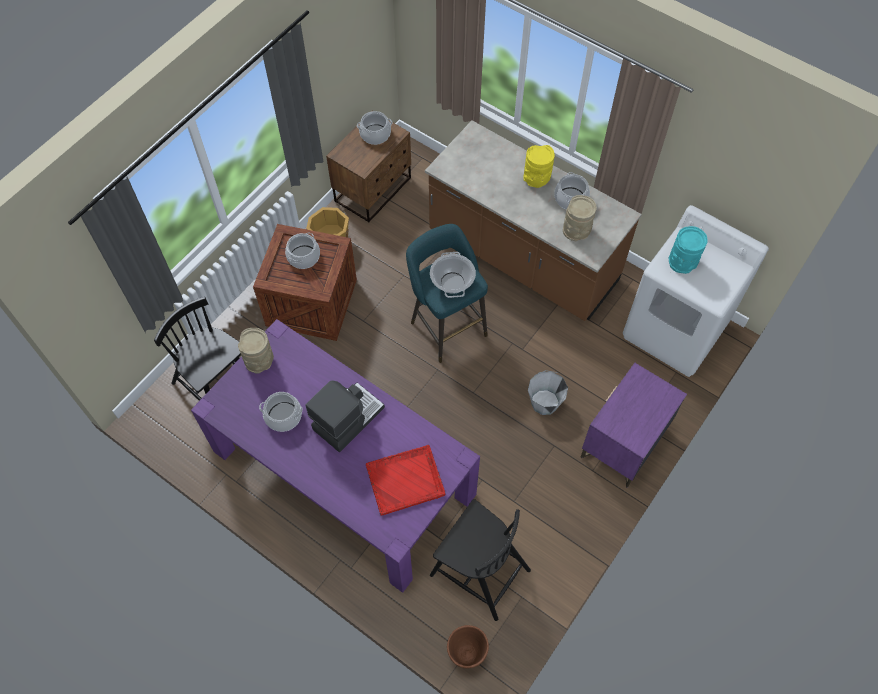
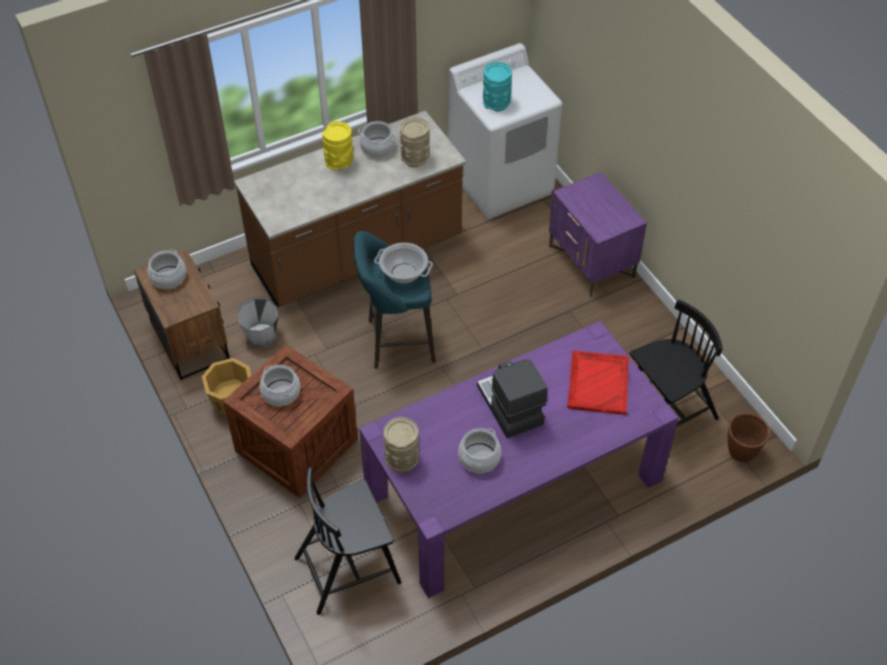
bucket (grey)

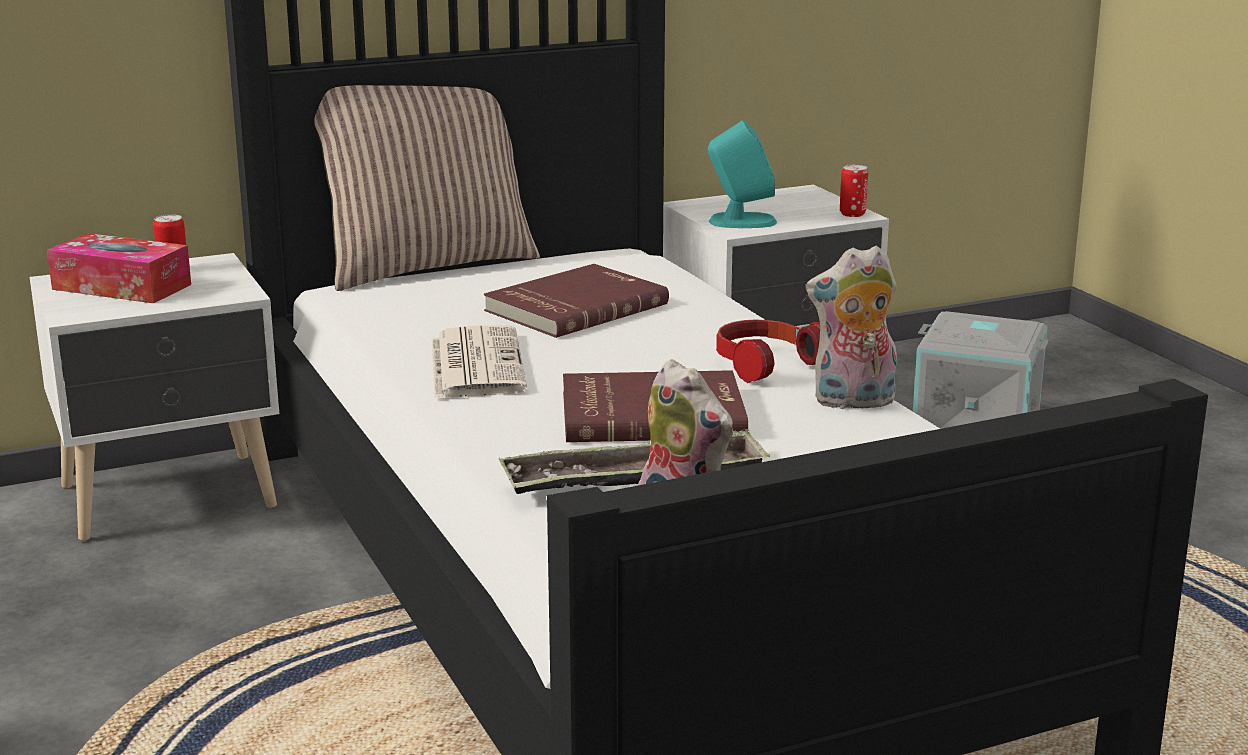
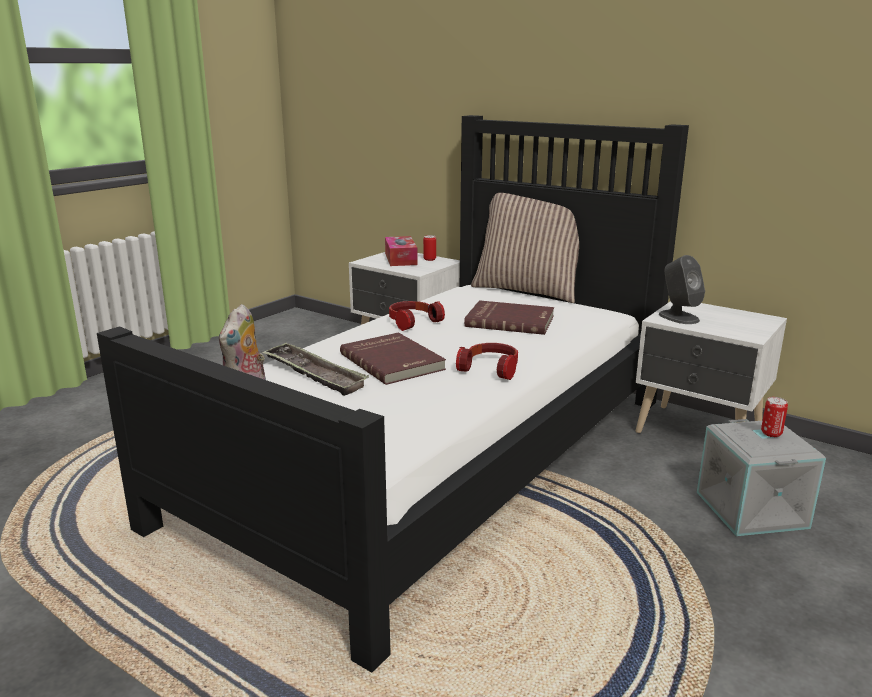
plush toy (no. 2 from left in the first image); can (no. 2 from left); headphones (no. 1 from left); speaker (grey)

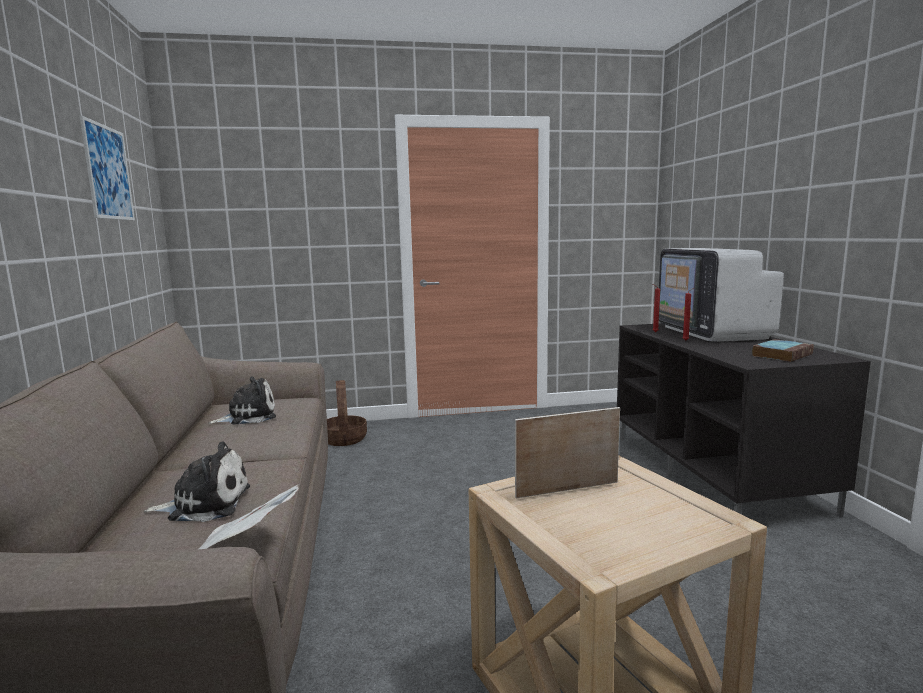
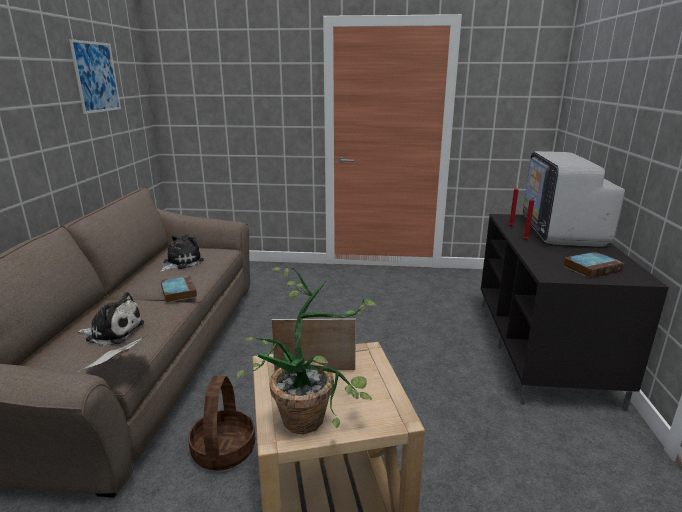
book (no. 1 from left); potted plant; basket; plush toy (no. 2 from left)

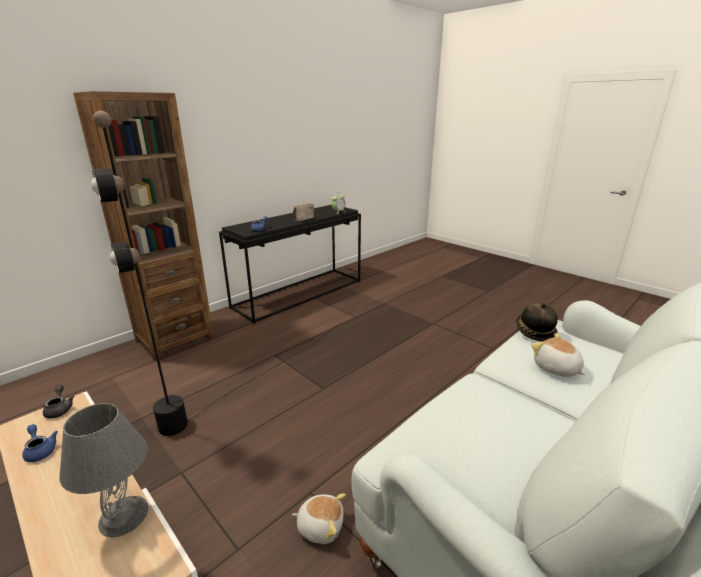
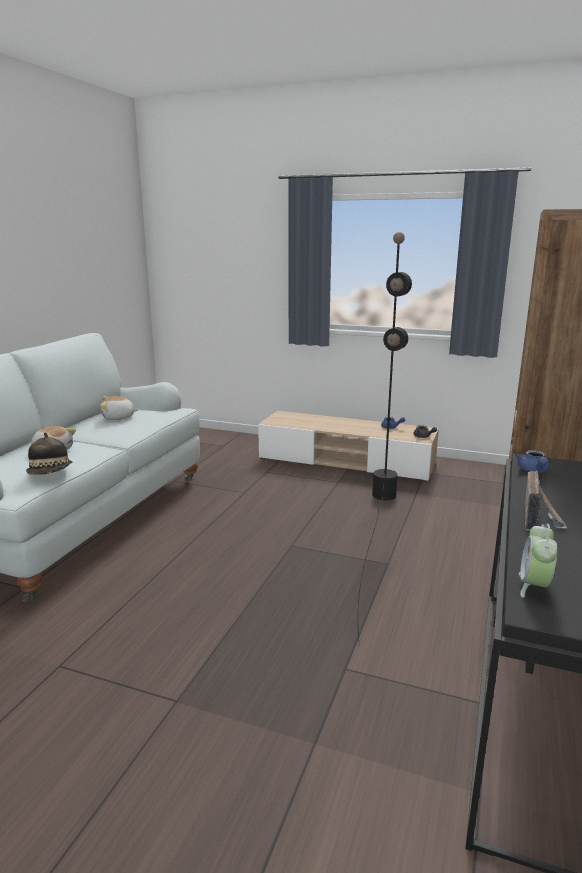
table lamp (grey); plush toy (no. 2 from left)

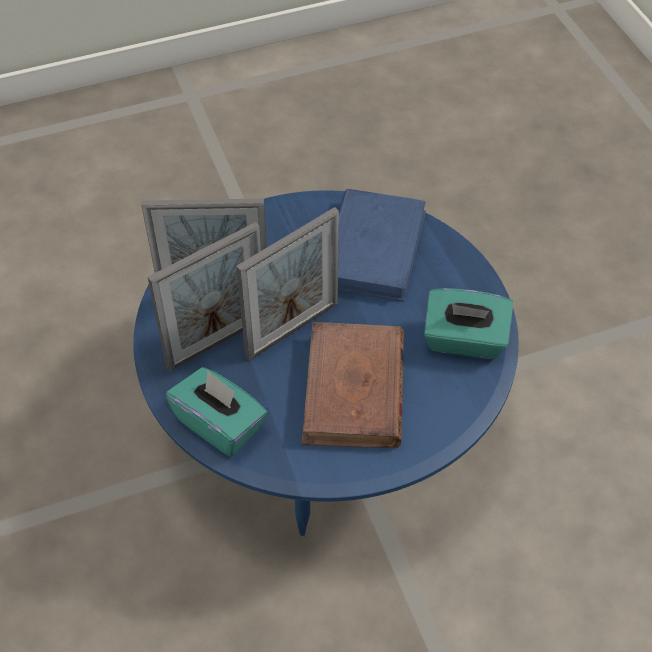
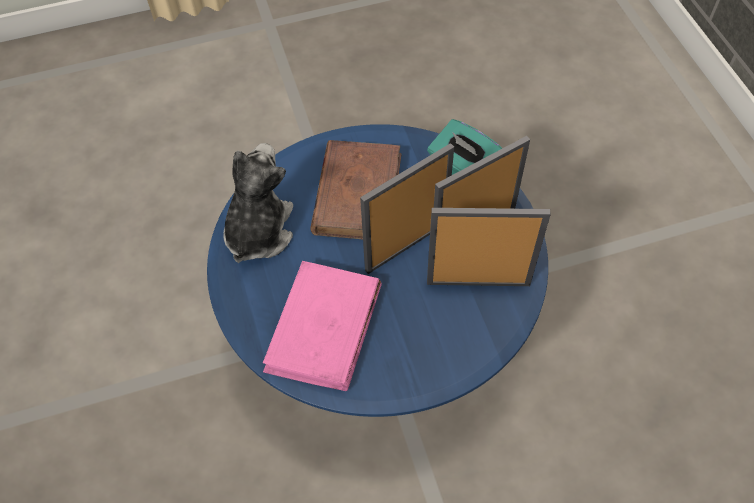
plush toy; book (pink)

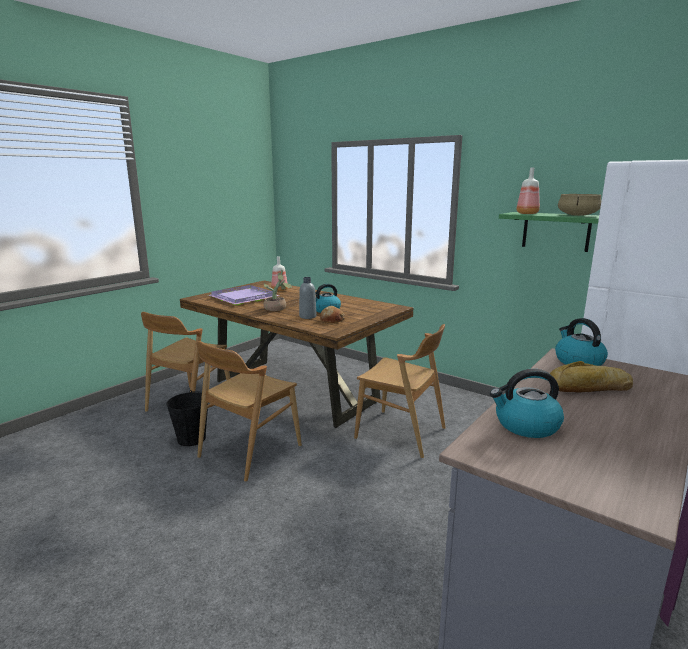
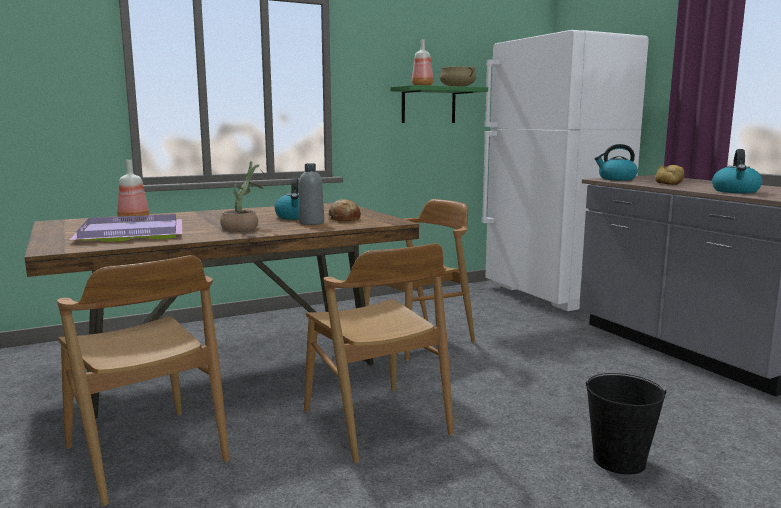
bucket (black)

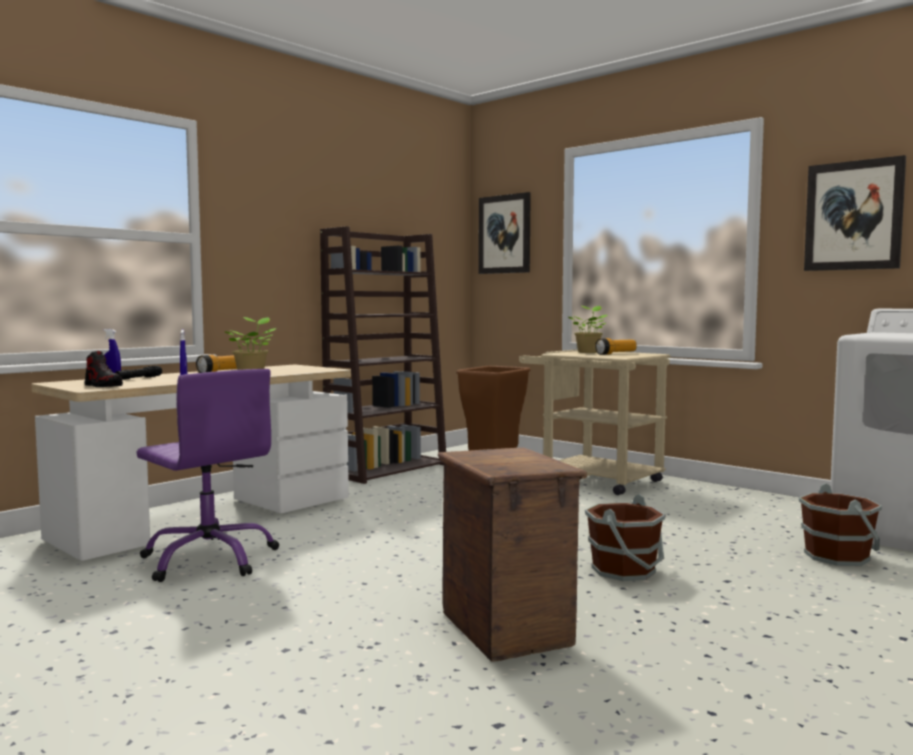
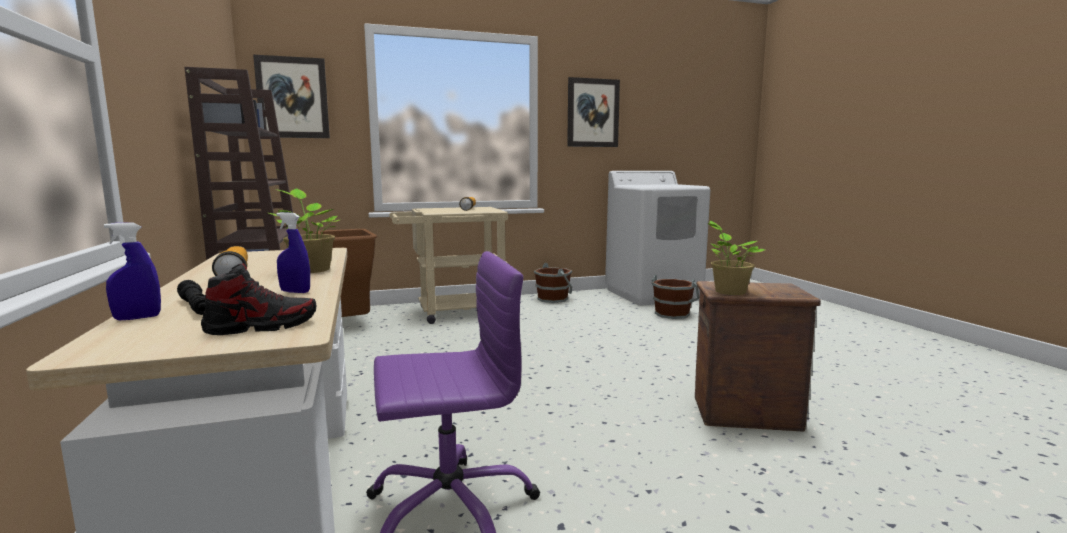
potted plant (no. 2 from left); bucket (brown) (no. 1 from left)

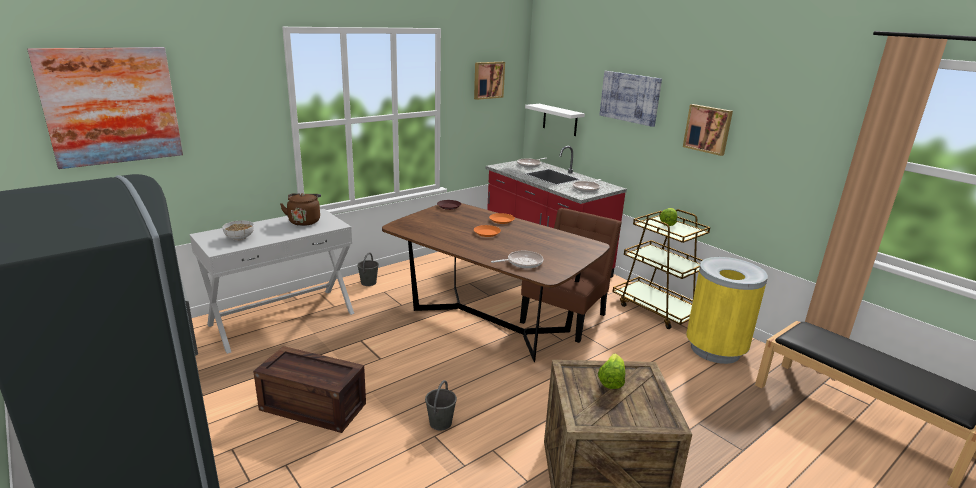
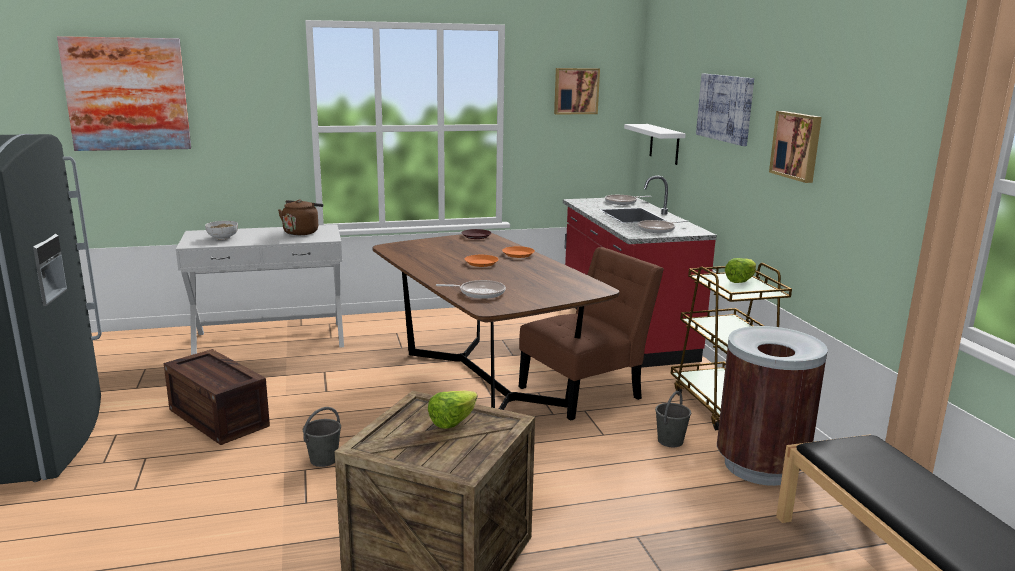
bucket (grey) (no. 2 from left); trash can (brown)

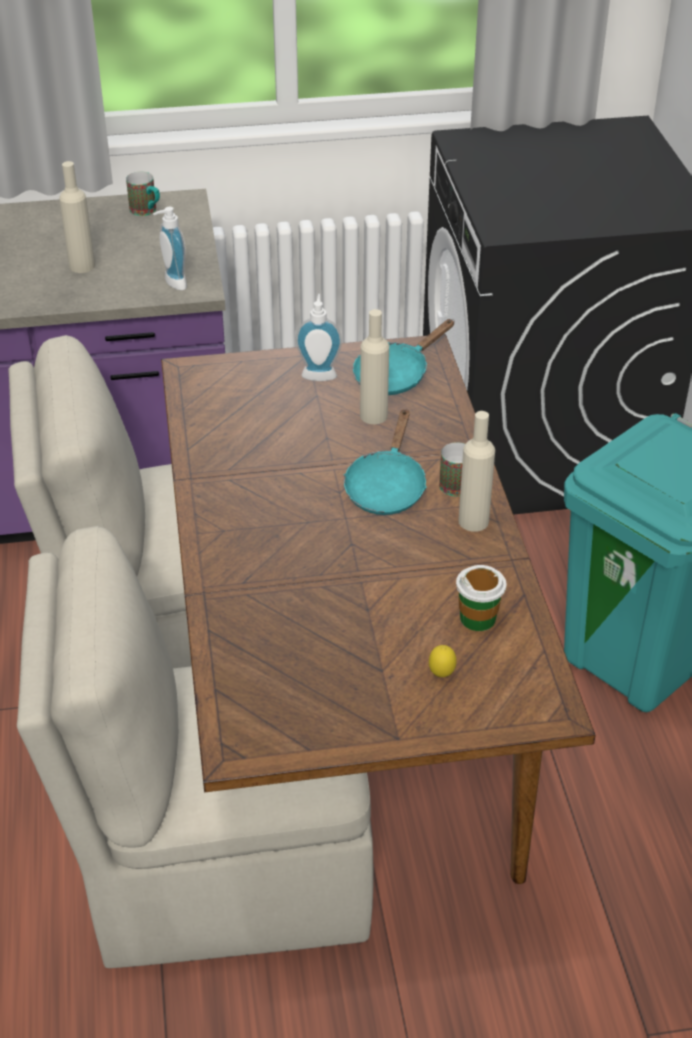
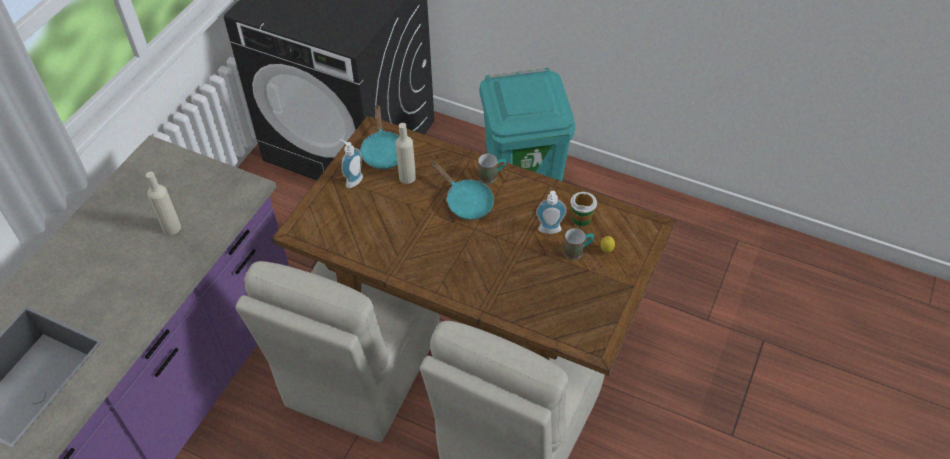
bottle (beige) (no. 3 from left in the first image); mug (no. 2 from left); soap dispenser (no. 2 from left)

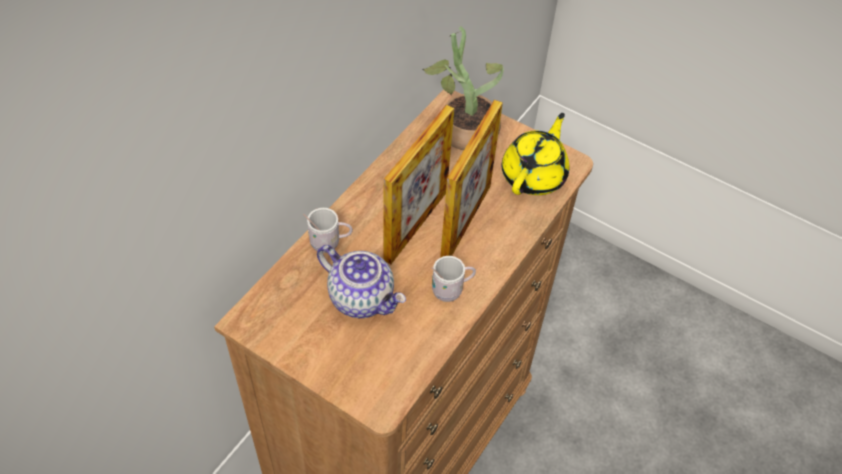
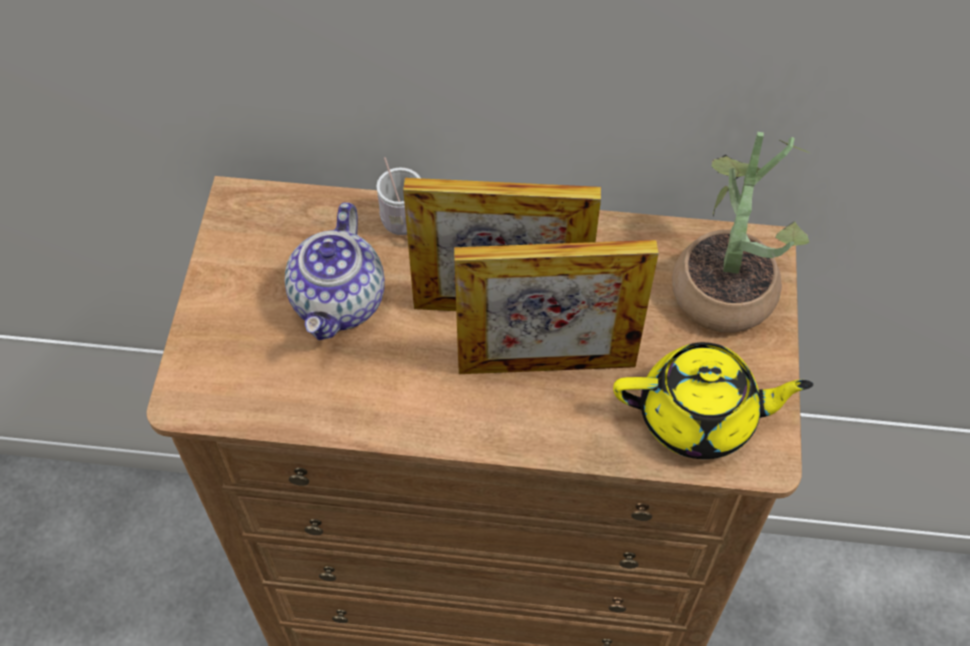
mug (white) (no. 2 from left in the first image)

